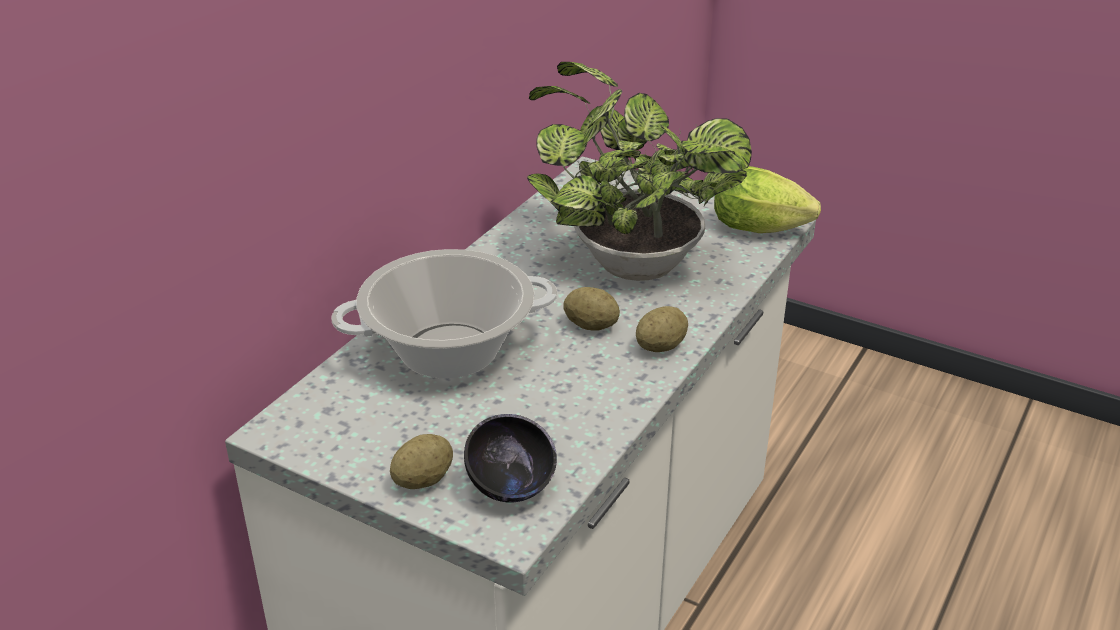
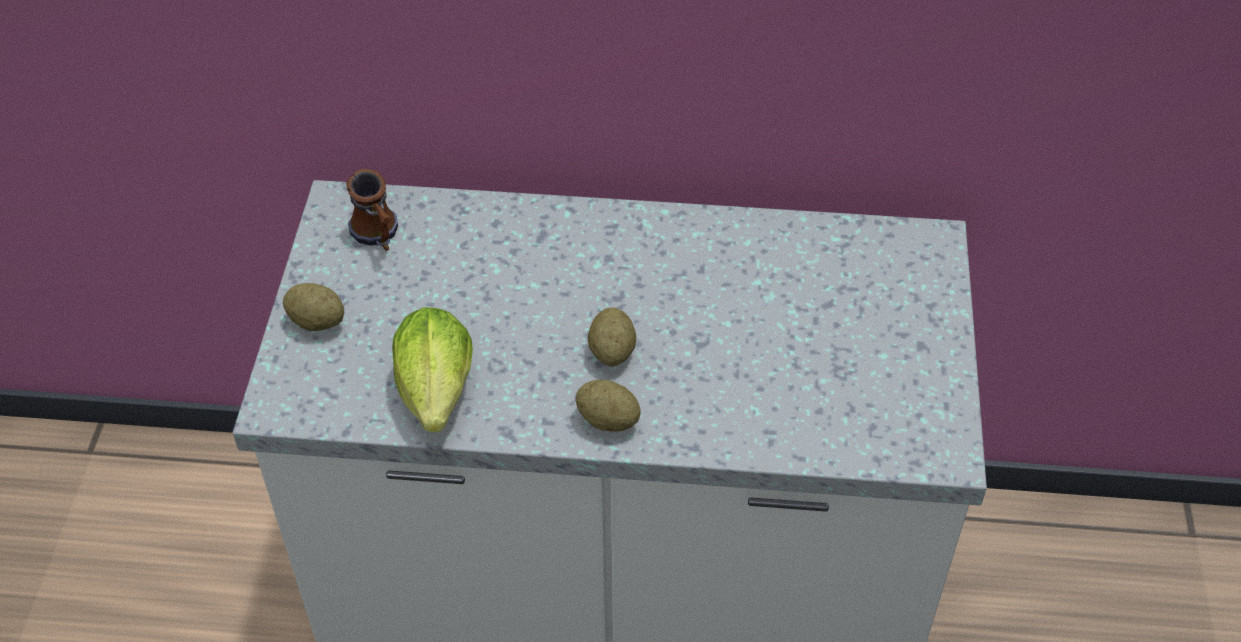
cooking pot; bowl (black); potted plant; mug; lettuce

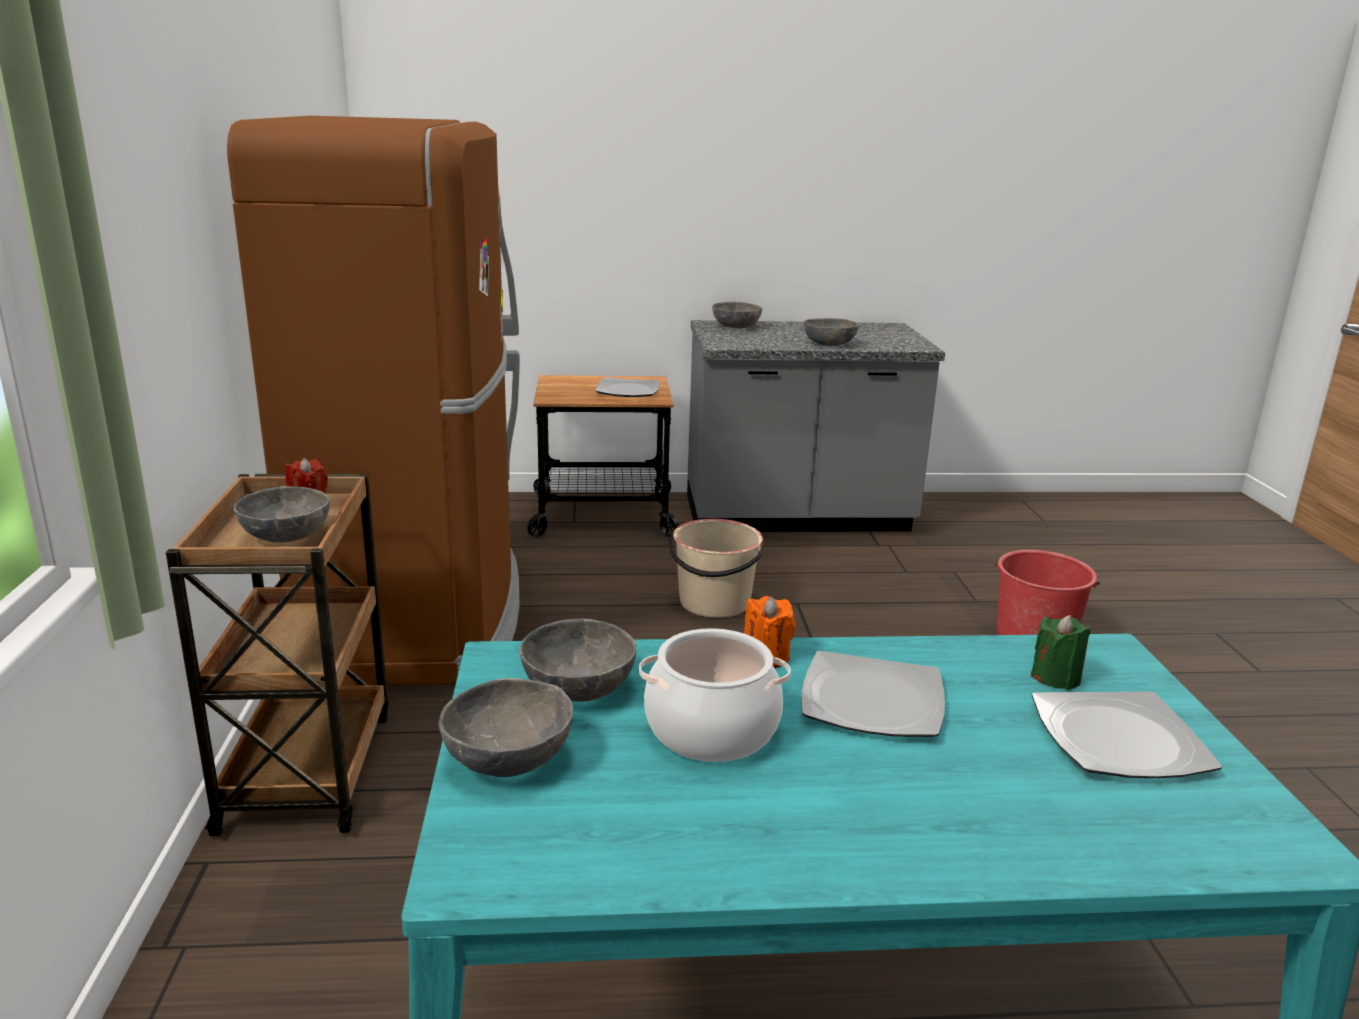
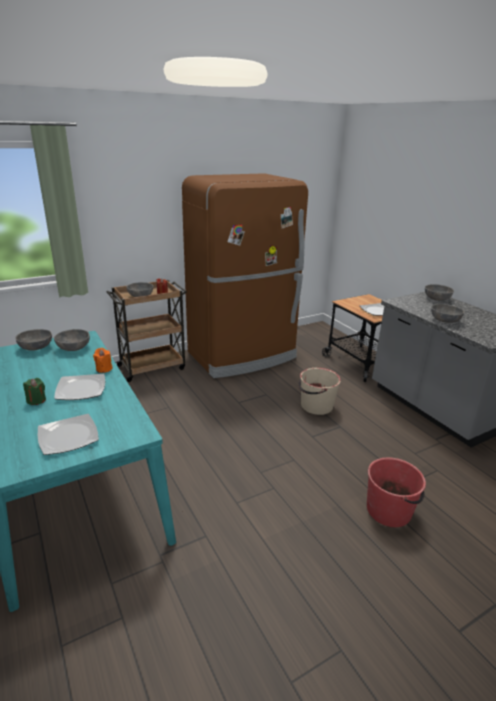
cooking pot; candle (green)

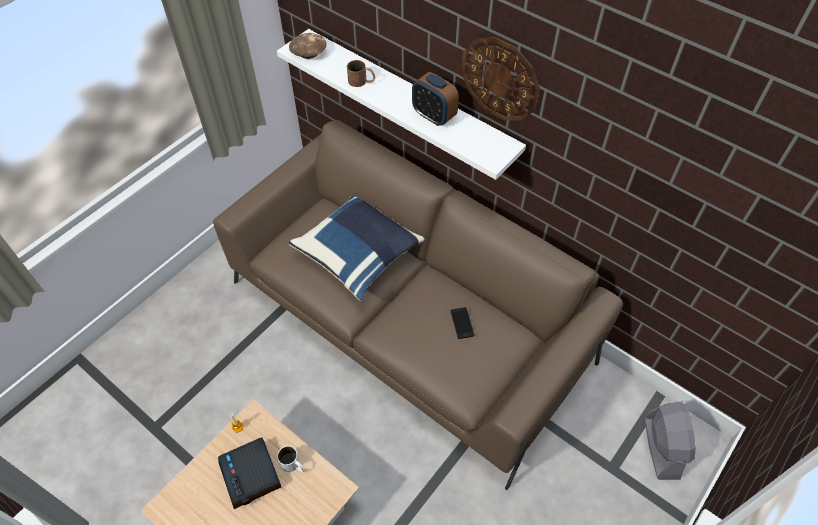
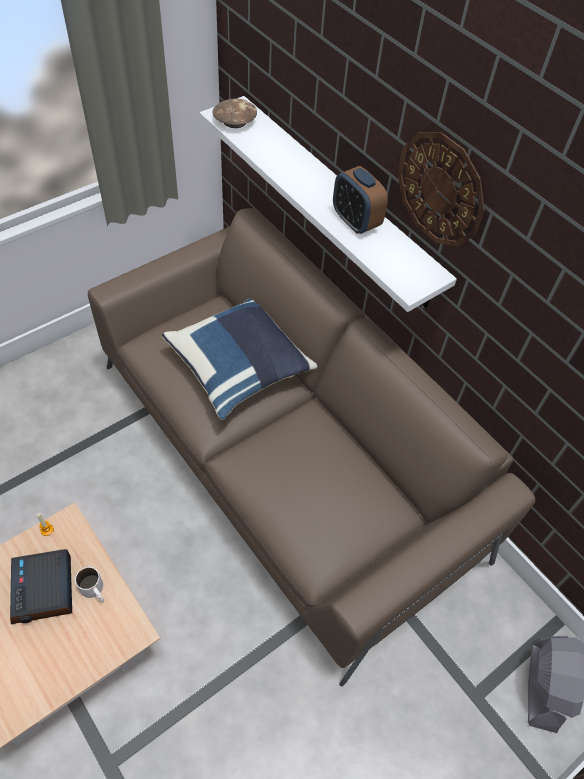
mug (brown); phone

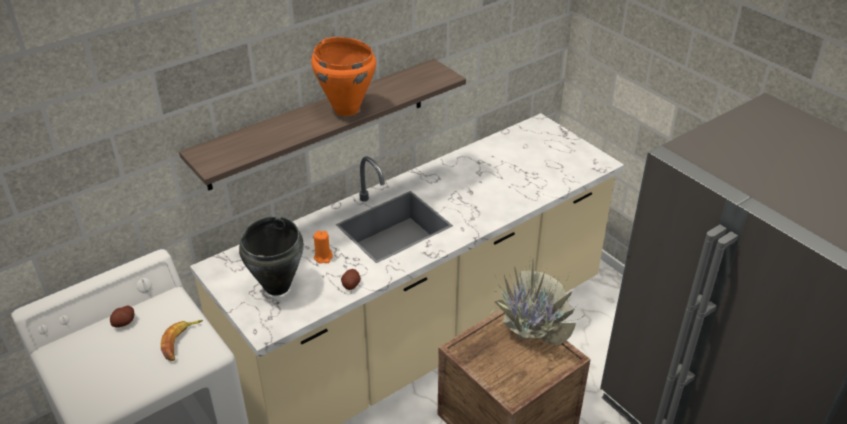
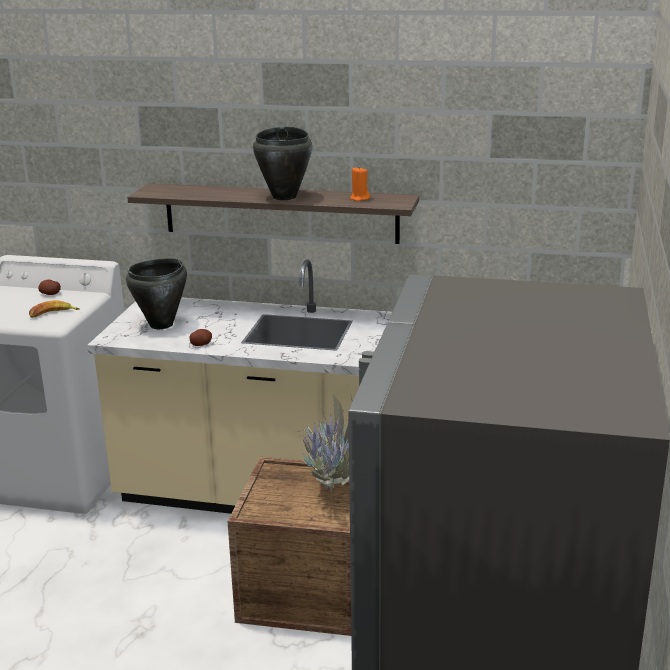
candle (orange); cooking pot (black) (no. 2 from left)

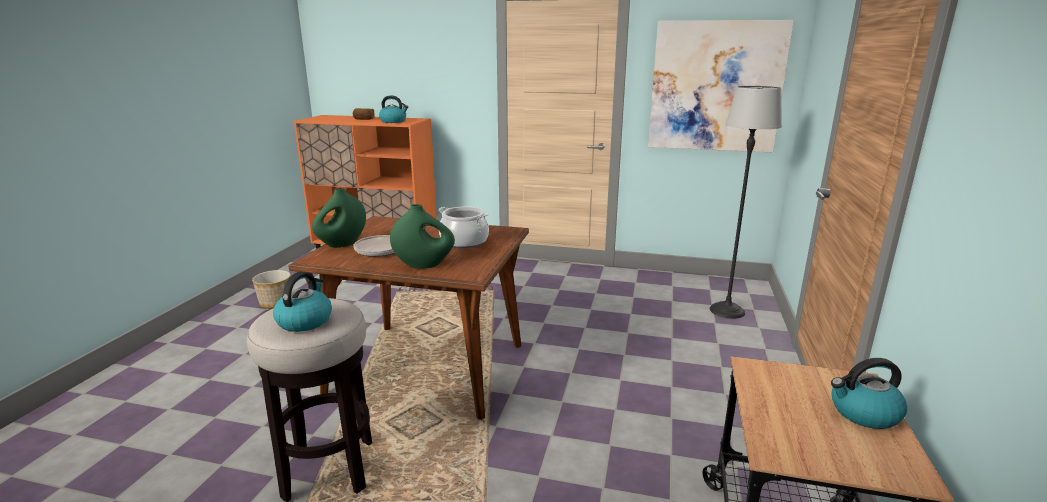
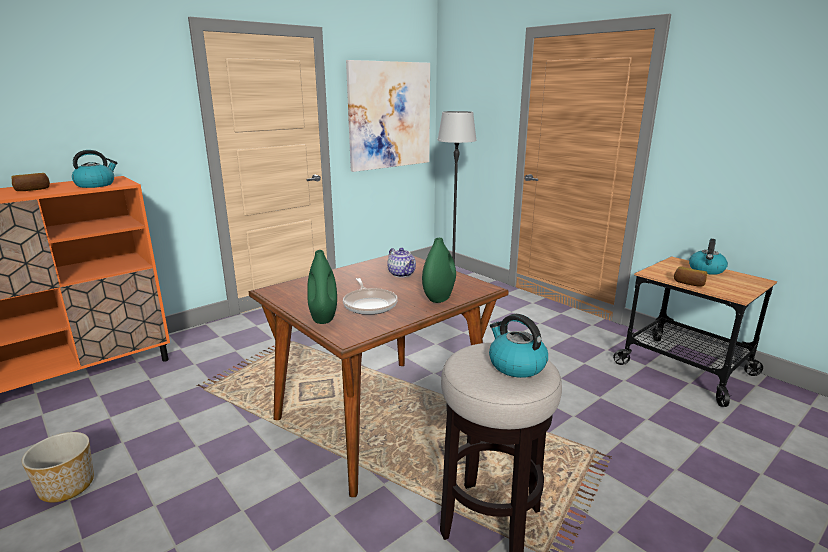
bread (no. 2 from left); teapot

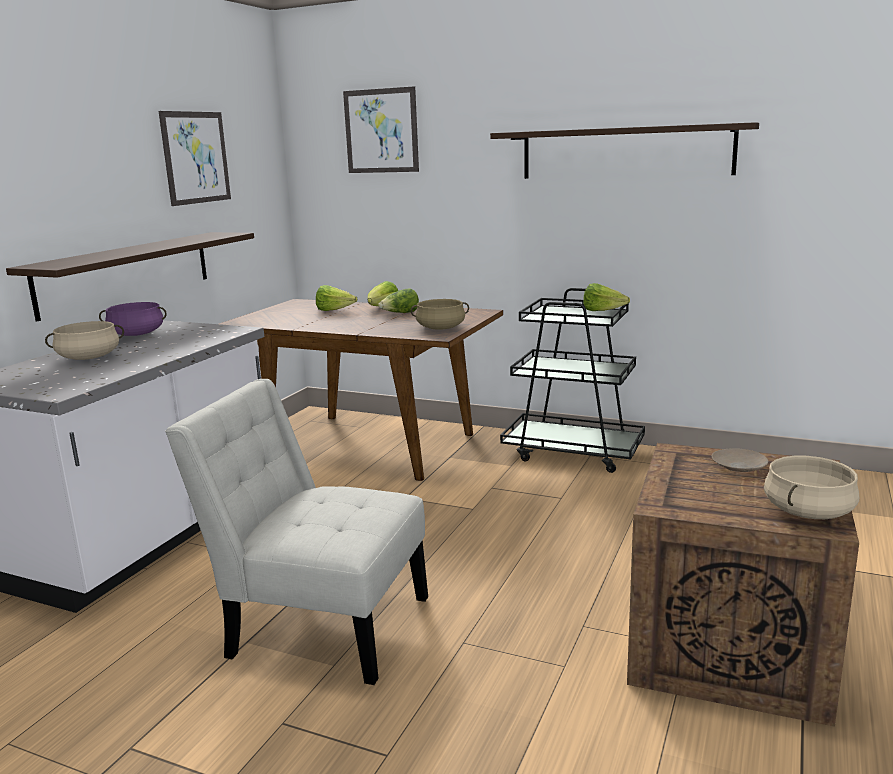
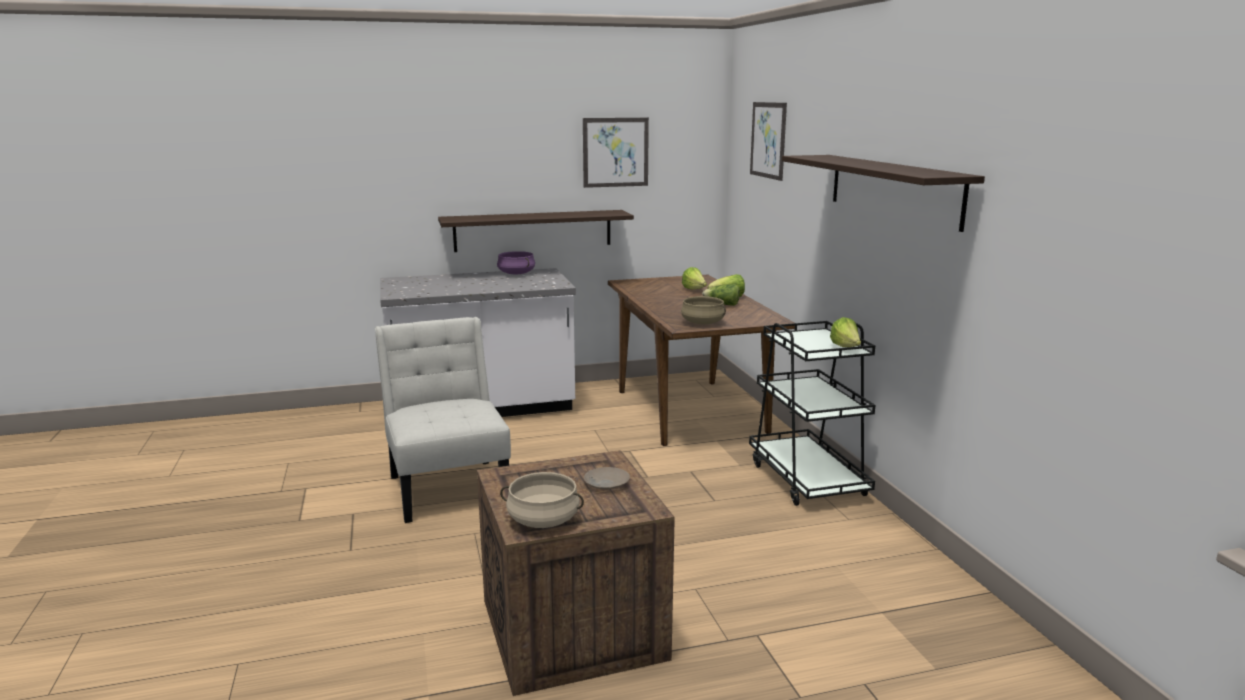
cooking pot (beige) (no. 1 from left in the first image)

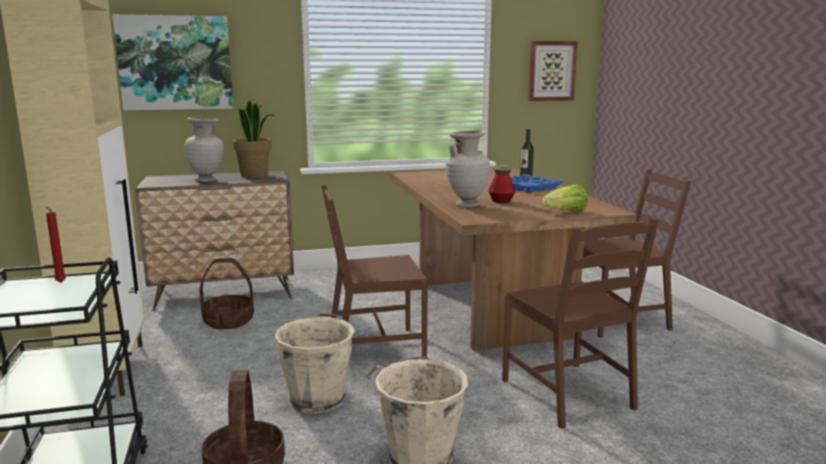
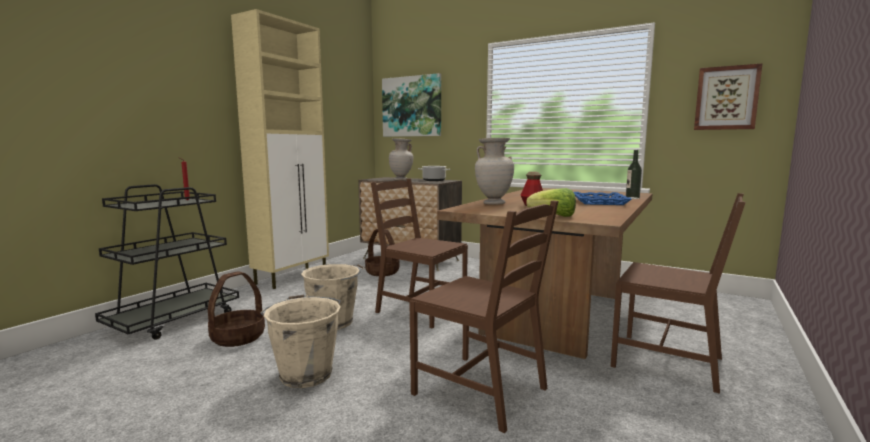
cooking pot; chair (brown) (no. 2 from left)

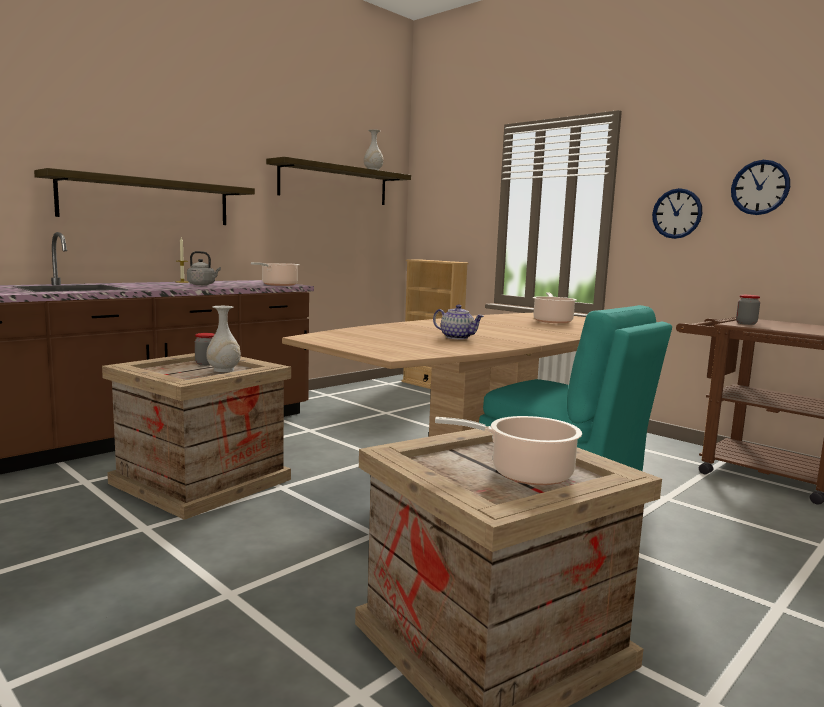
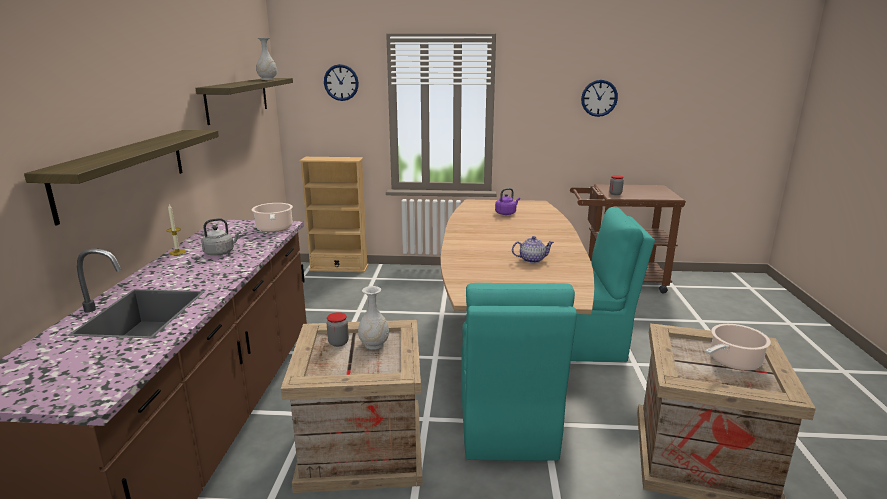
chair (turquoise) (no. 1 from left); wall clock (no. 1 from left); kettle (purple)

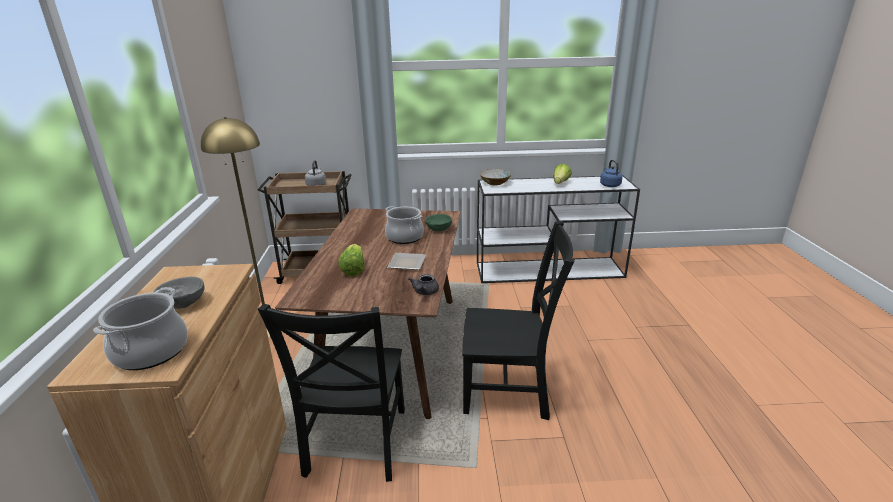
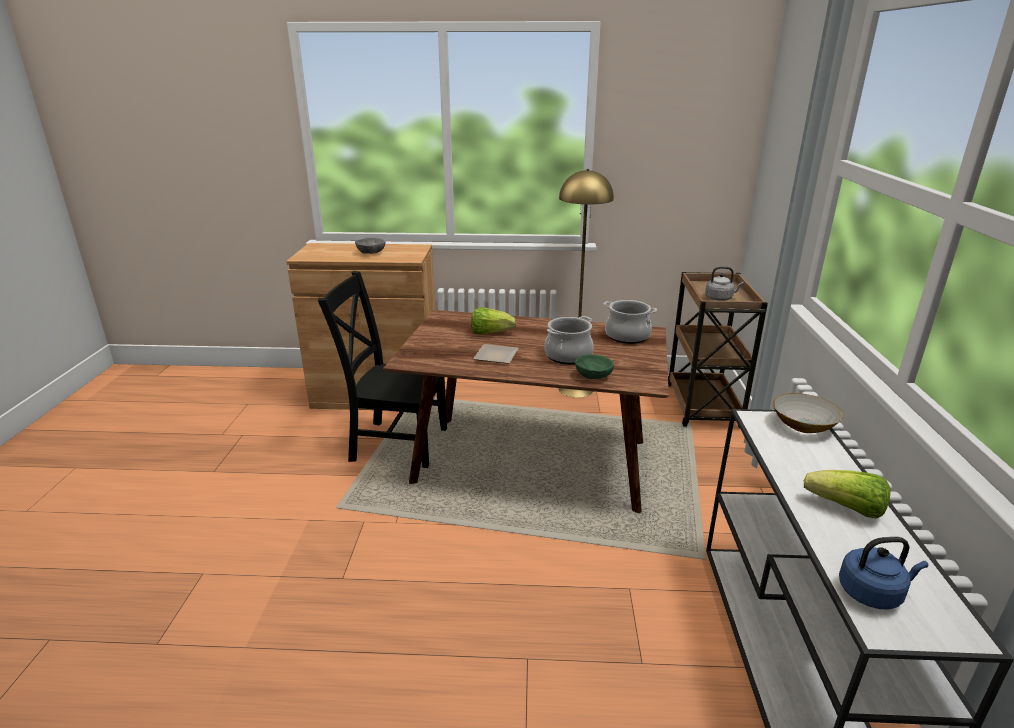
teapot (grey); chair (black) (no. 2 from left in the first image); cooking pot (no. 2 from left)

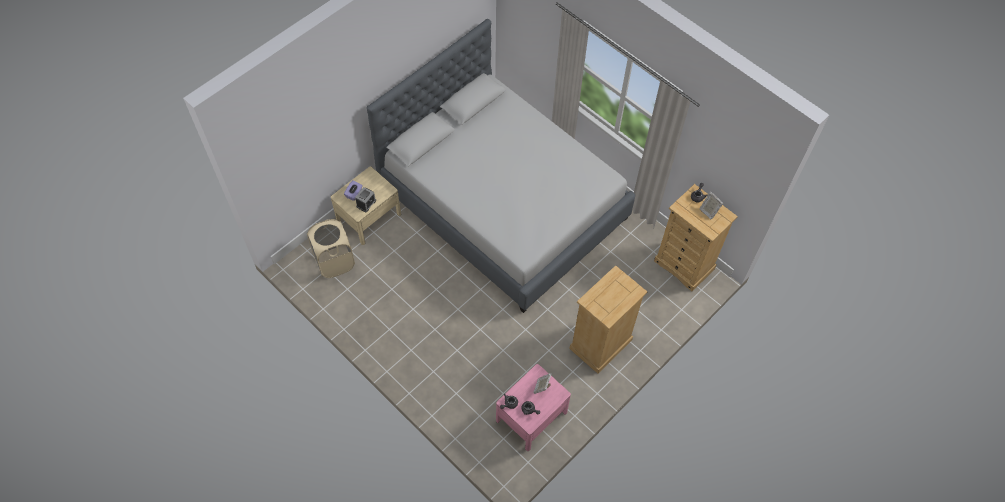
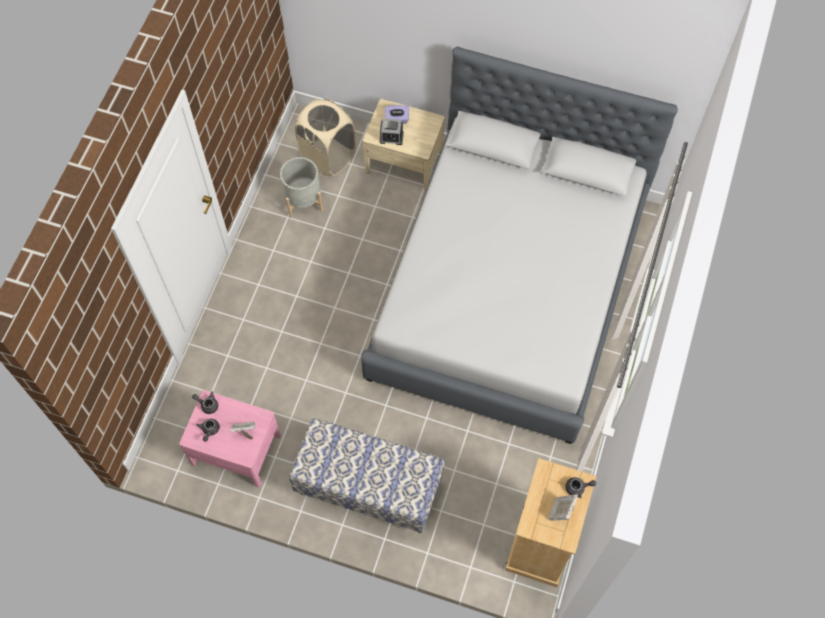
planter (grey); bench

